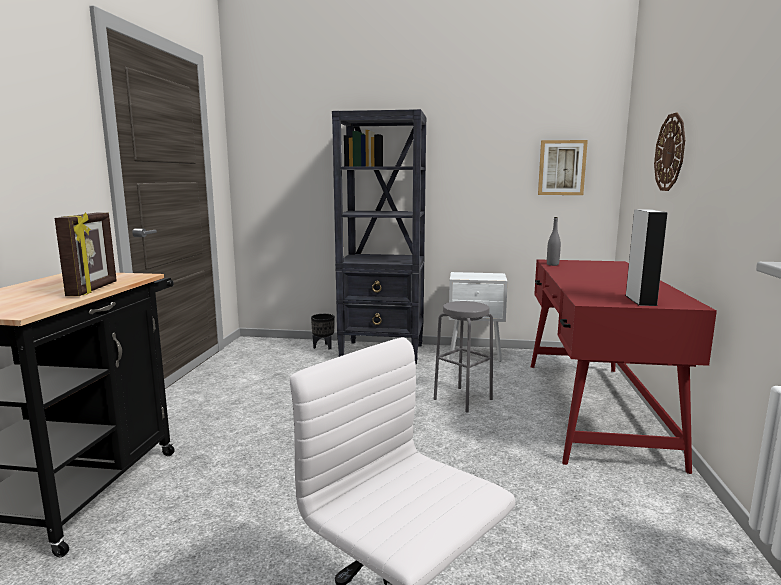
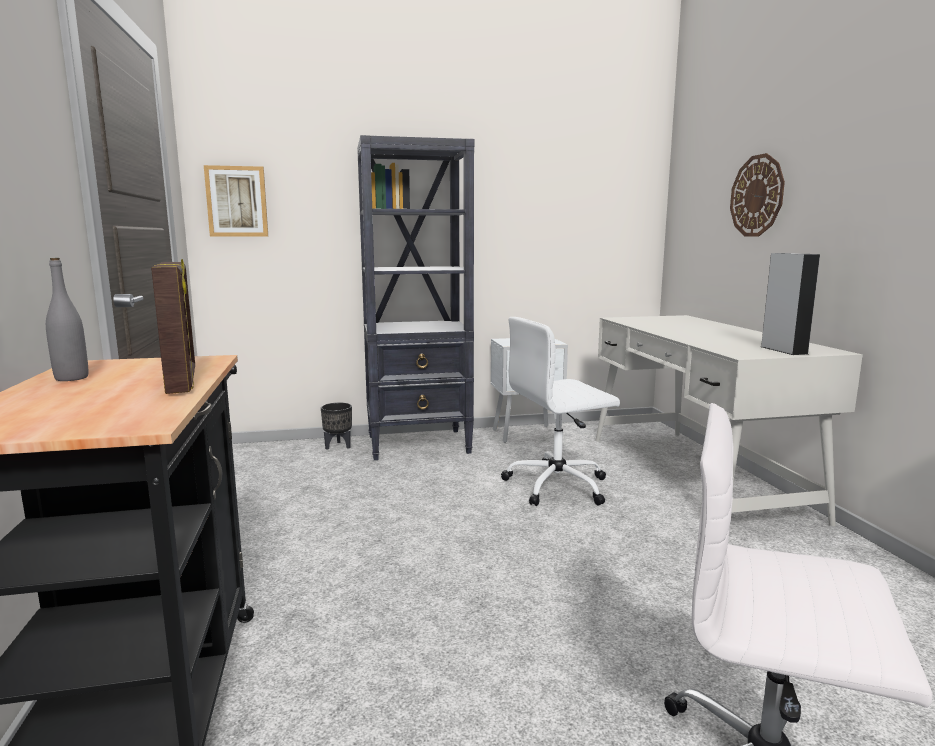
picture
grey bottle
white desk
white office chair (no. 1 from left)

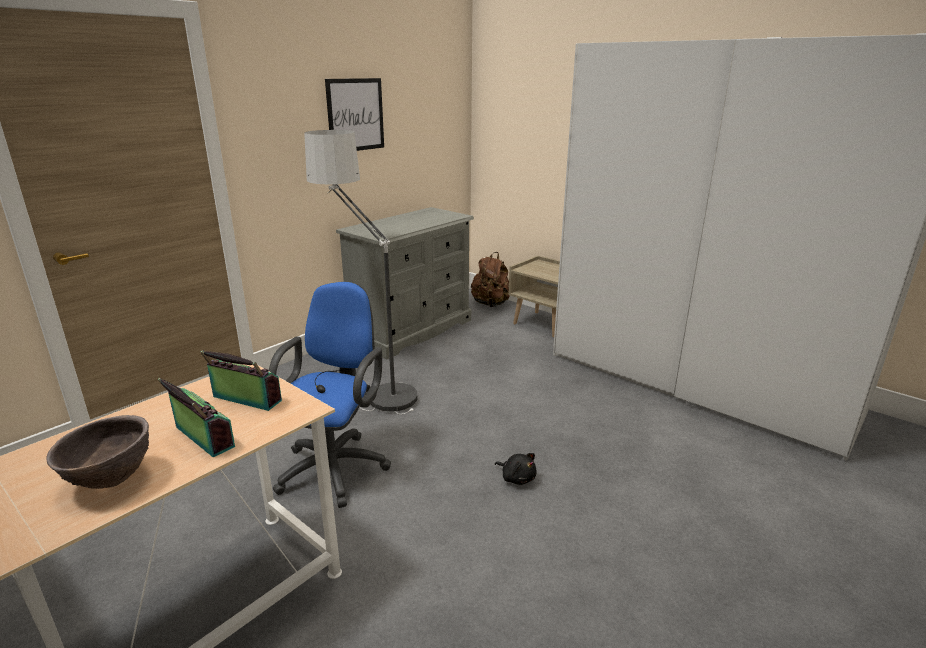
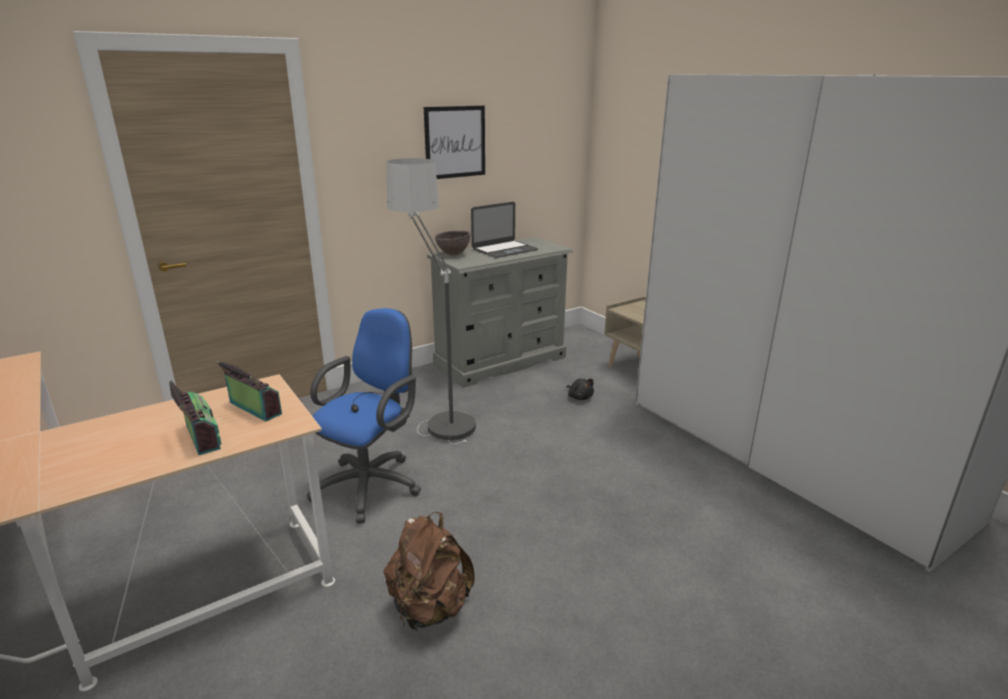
brown backpack
brown bowl
black plush toy
laptop

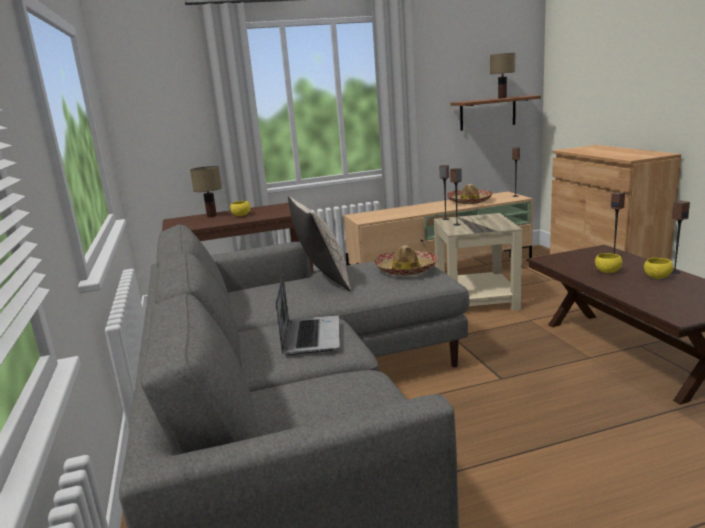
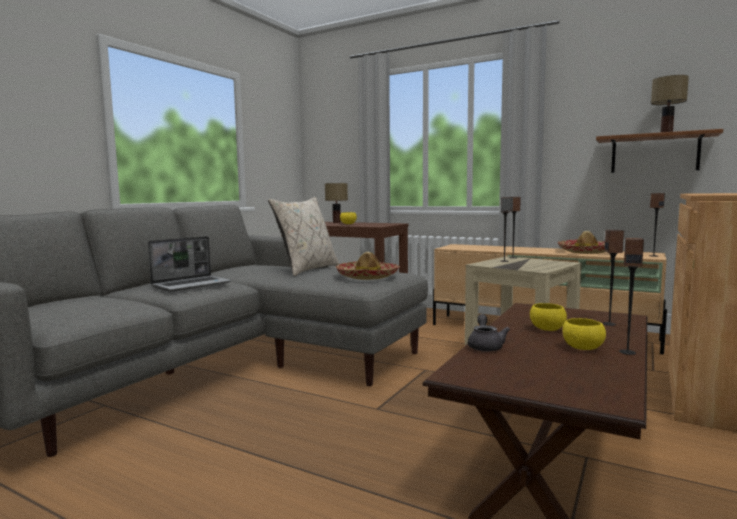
grey teapot

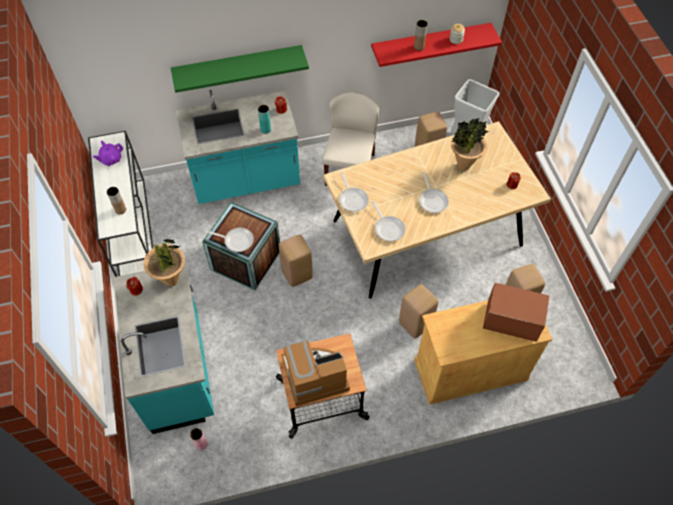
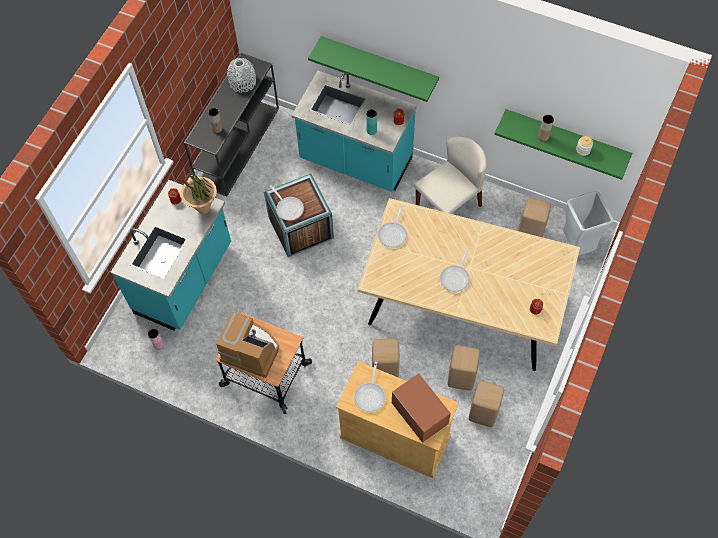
green shelf (no. 2 from left)
potted plant (no. 2 from left in the first image)
black console table
grey vase
frying pan (no. 2 from left)
beige stool (no. 2 from left)

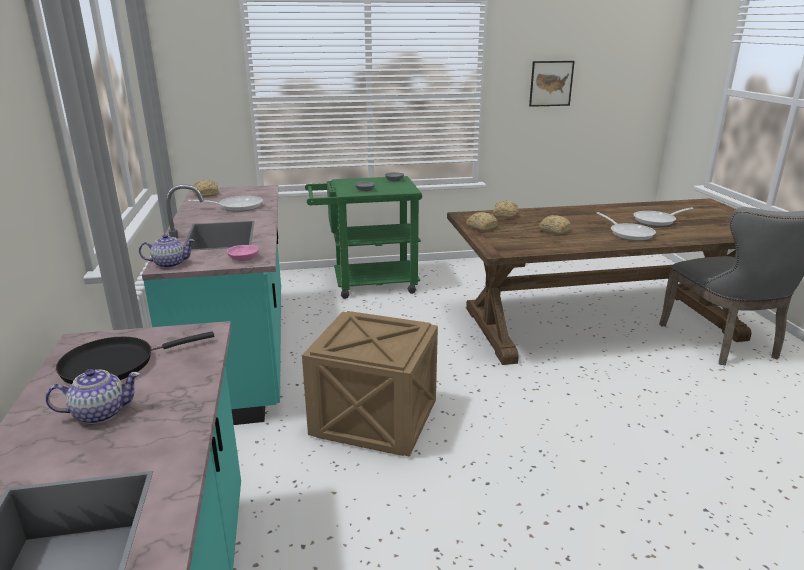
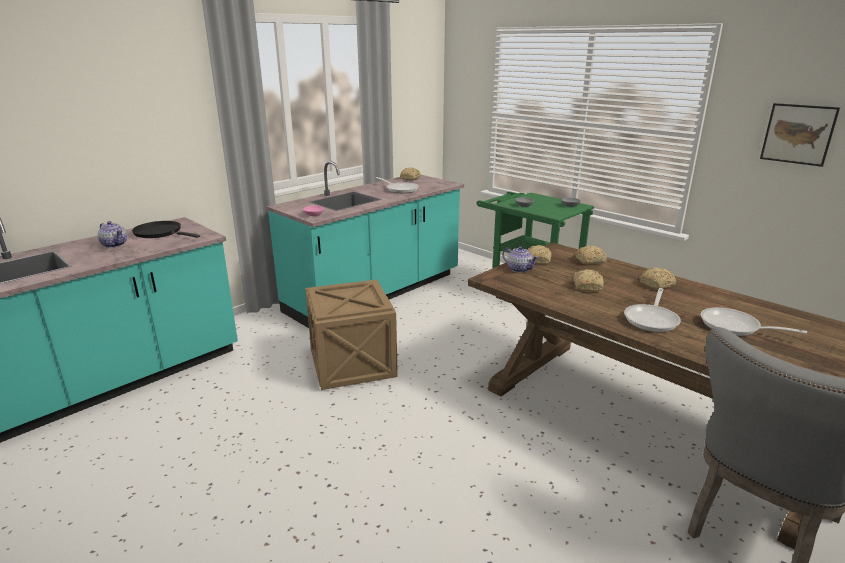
teapot (no. 2 from left)
bread (no. 5 from left)

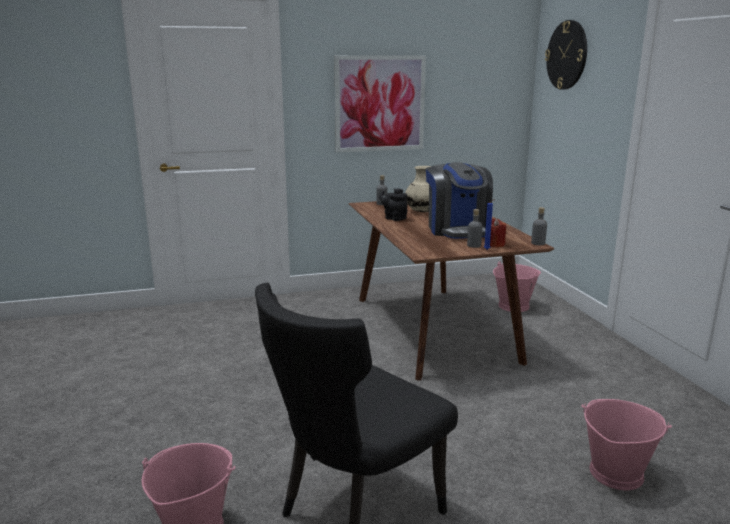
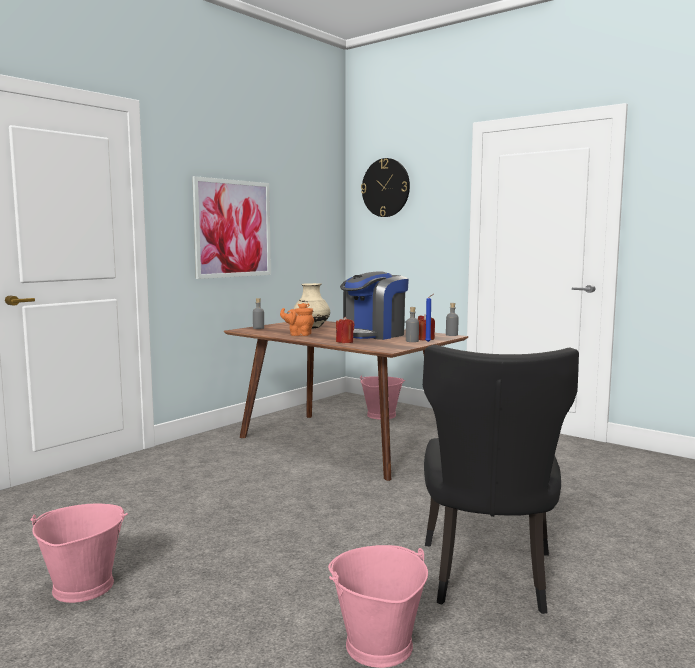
coffee machine
orange teapot
pink bucket (no. 1 from left)
red candle (no. 1 from left)

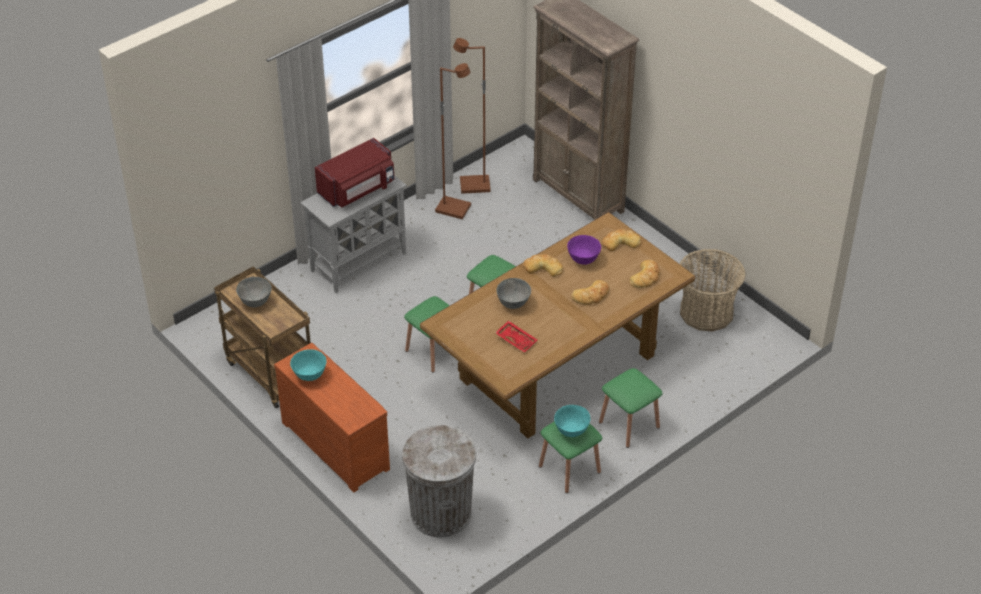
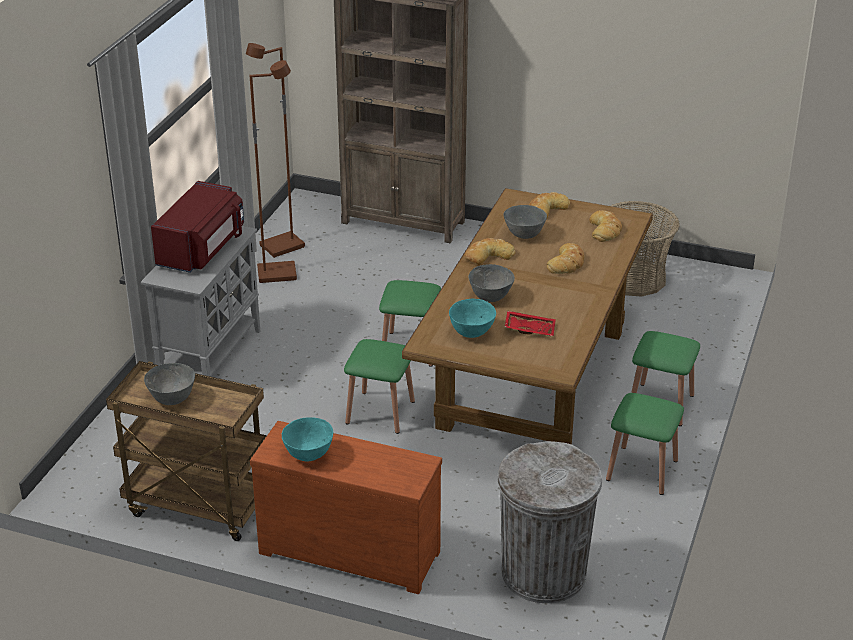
grey bowl (no. 3 from left)
turquoise bowl (no. 2 from left)

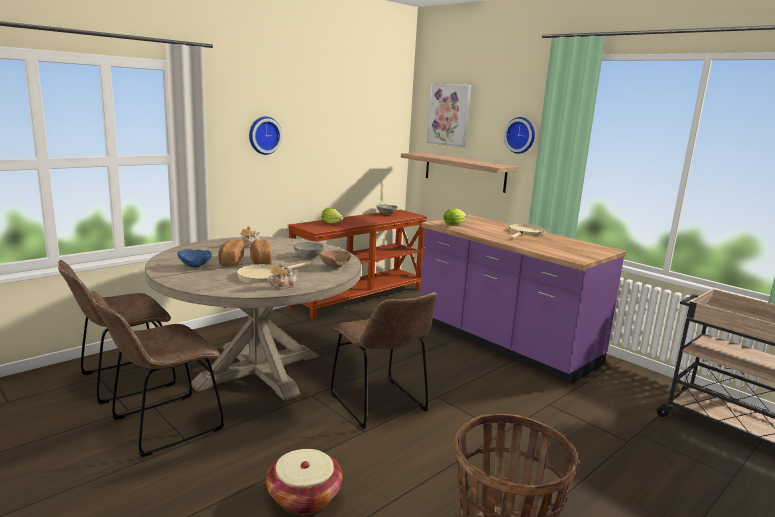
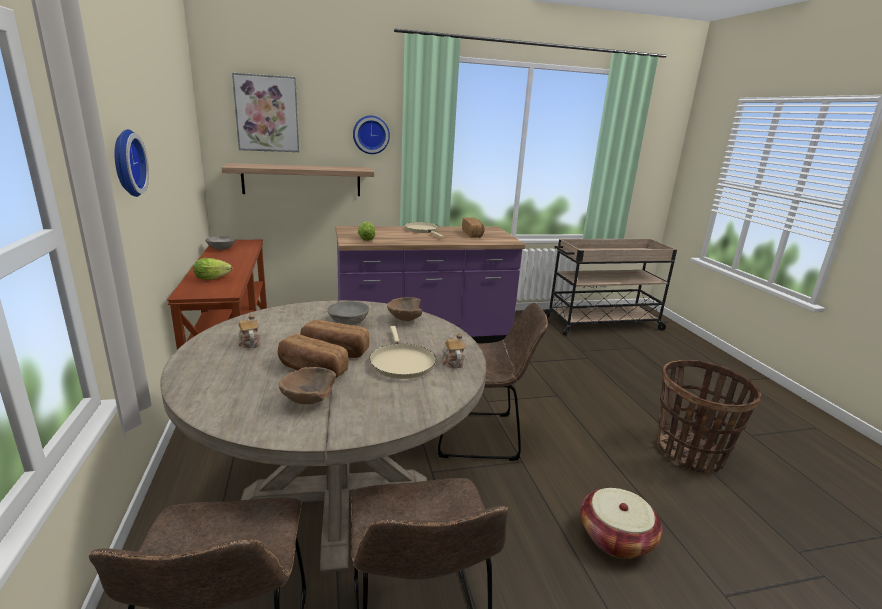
brown bowl (no. 1 from left)
bread (no. 3 from left)

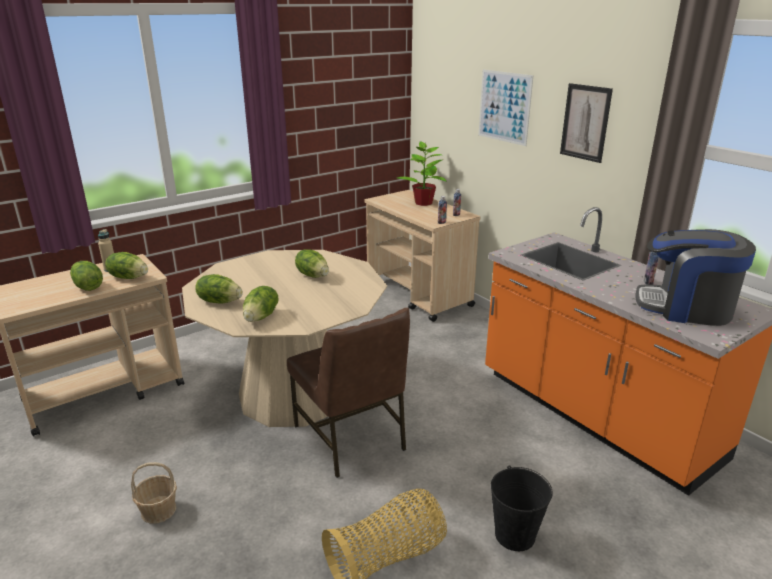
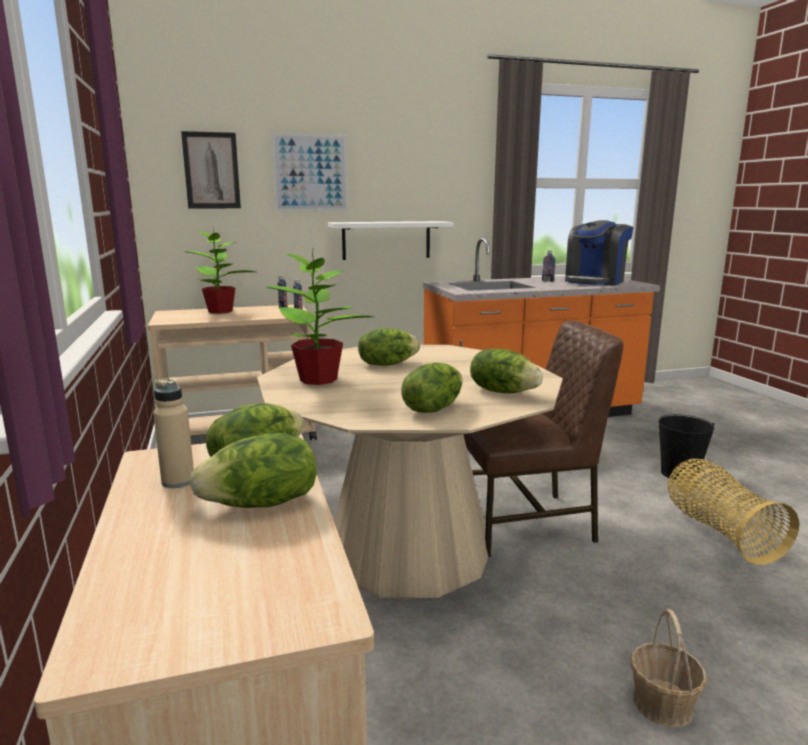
picture (no. 1 from left)
white shelf
potted plant (no. 2 from left)

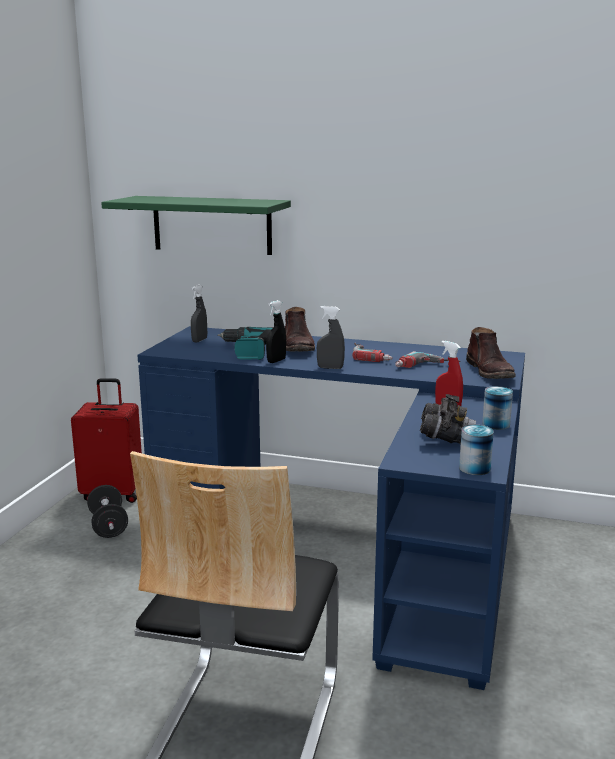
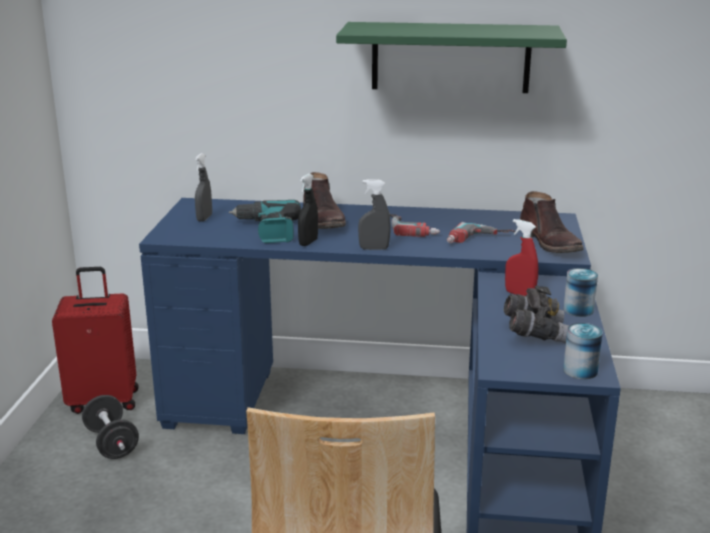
green shelf

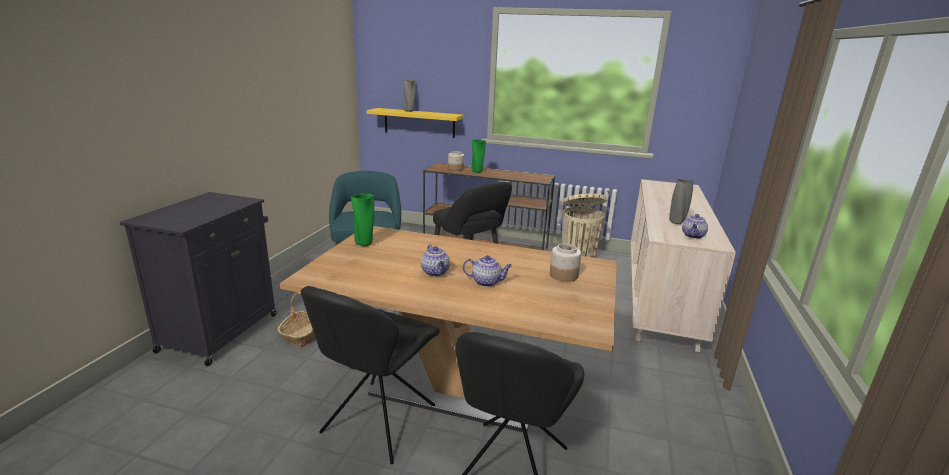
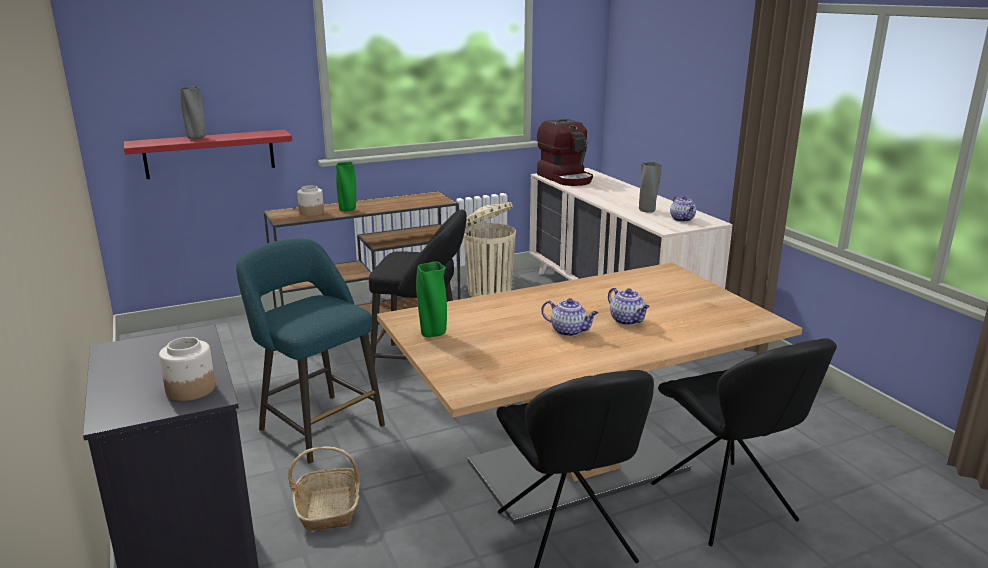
red shelf
jar (no. 1 from left)
teapot (no. 2 from left)
coffee machine

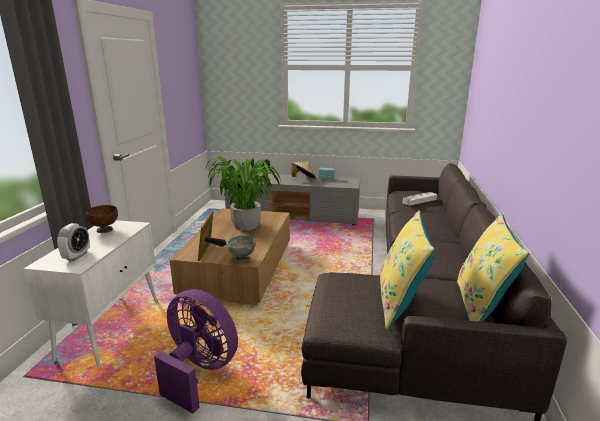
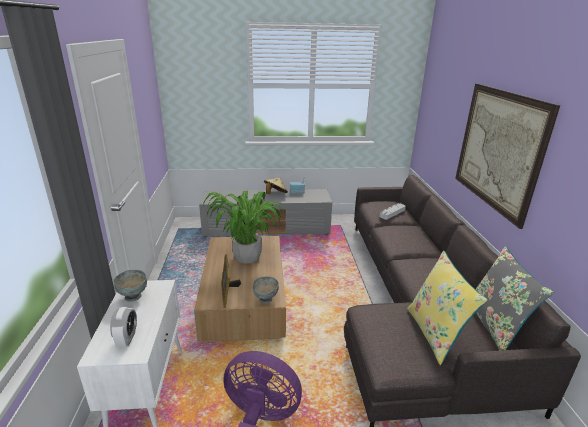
grey bowl (no. 1 from left)
grey pillow
picture

